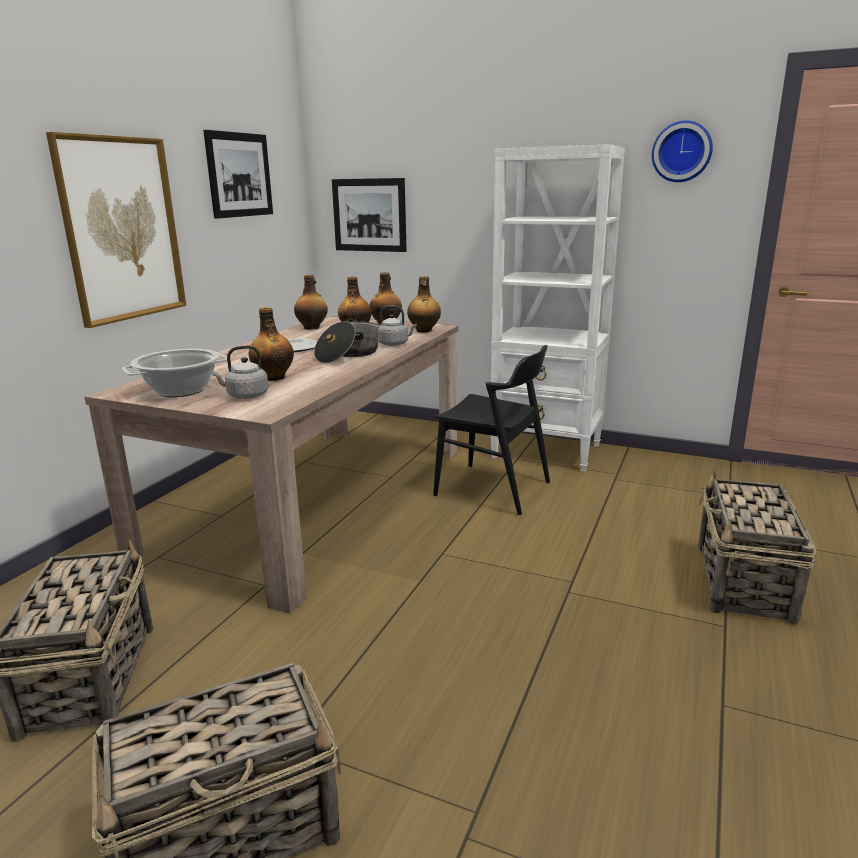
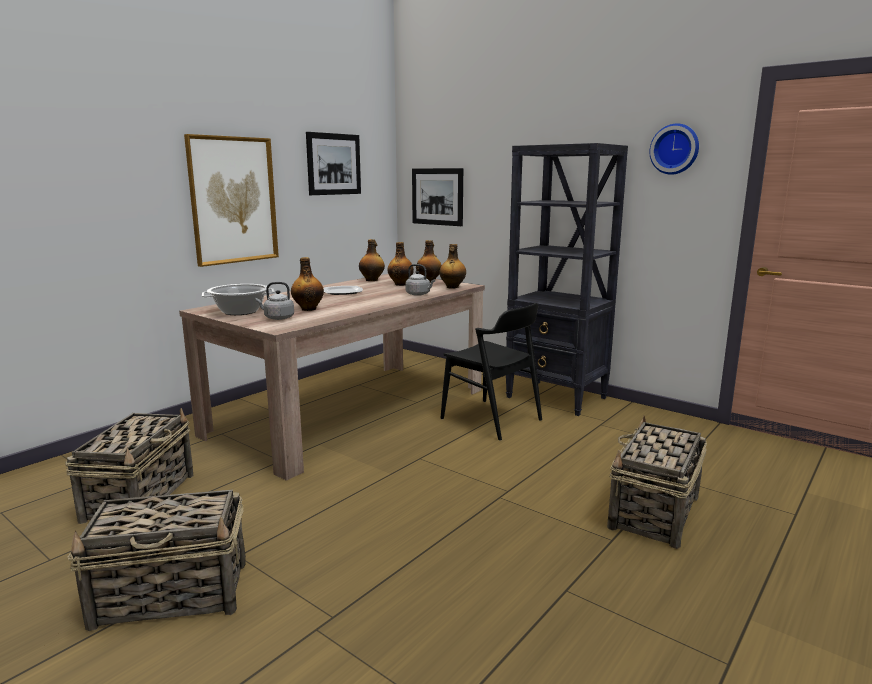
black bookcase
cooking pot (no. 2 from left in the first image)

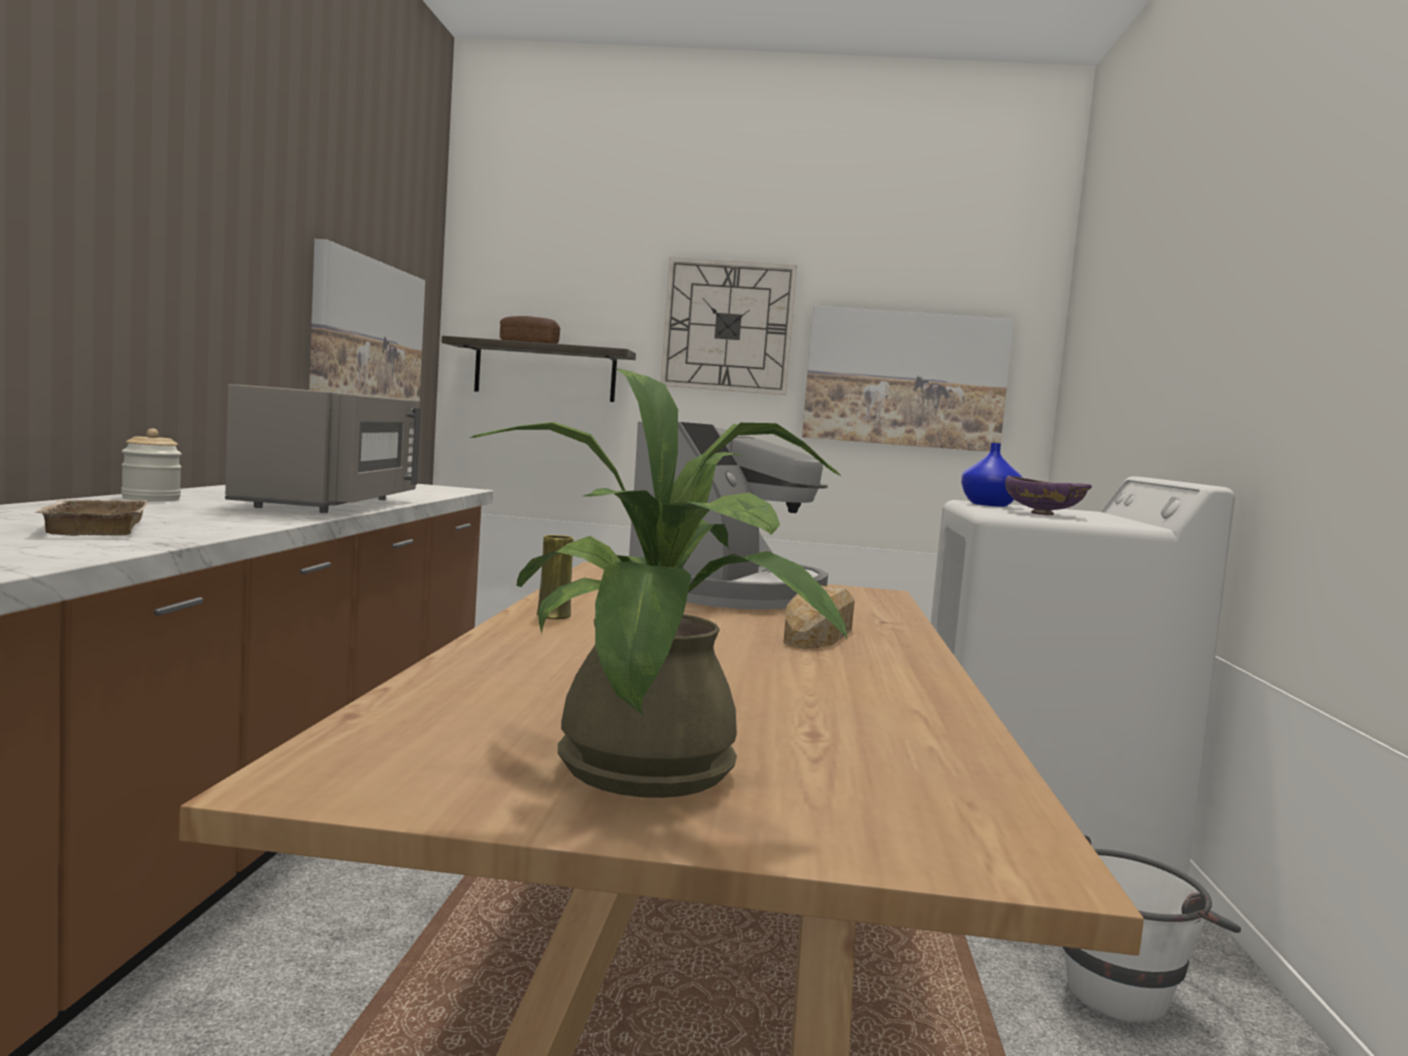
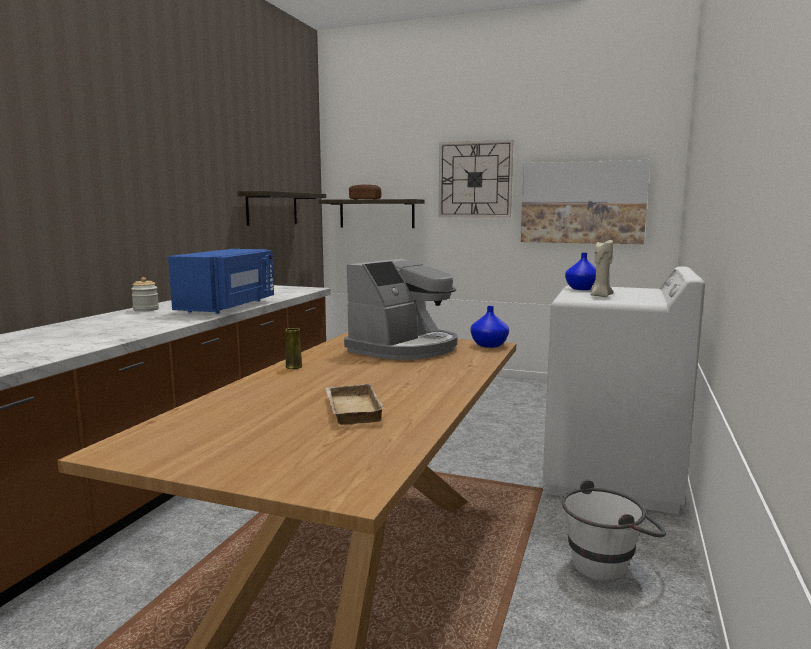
shelf (no. 1 from left)
potted plant
blue microwave
beige candle
beige tray
bread (no. 2 from left in the first image)
blue vase (no. 1 from left)

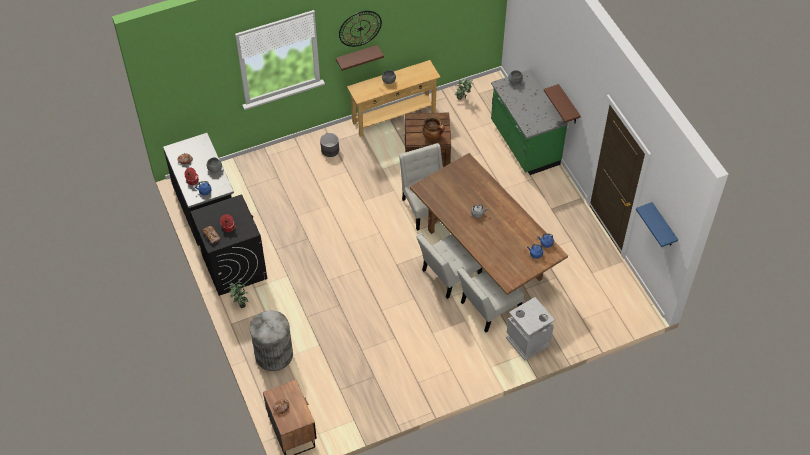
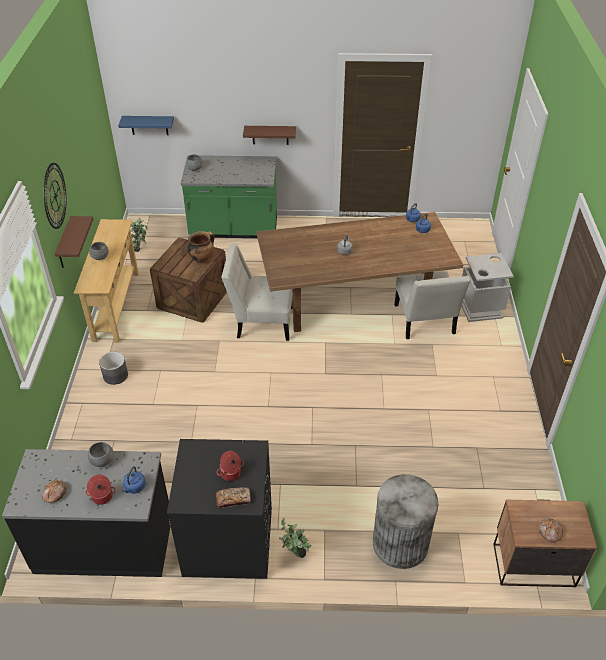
blue shelf
white chair (no. 2 from left in the first image)

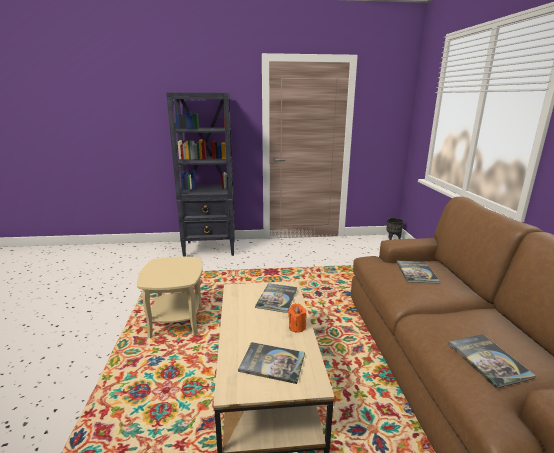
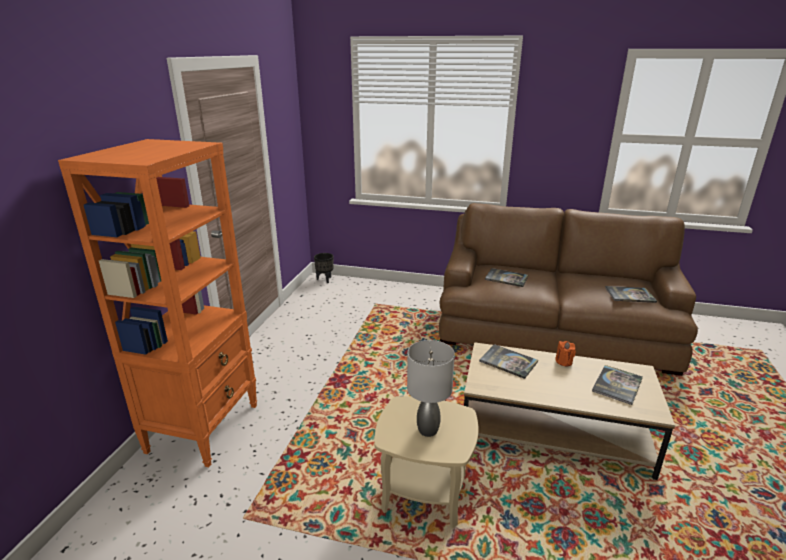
orange bookcase
grey table lamp

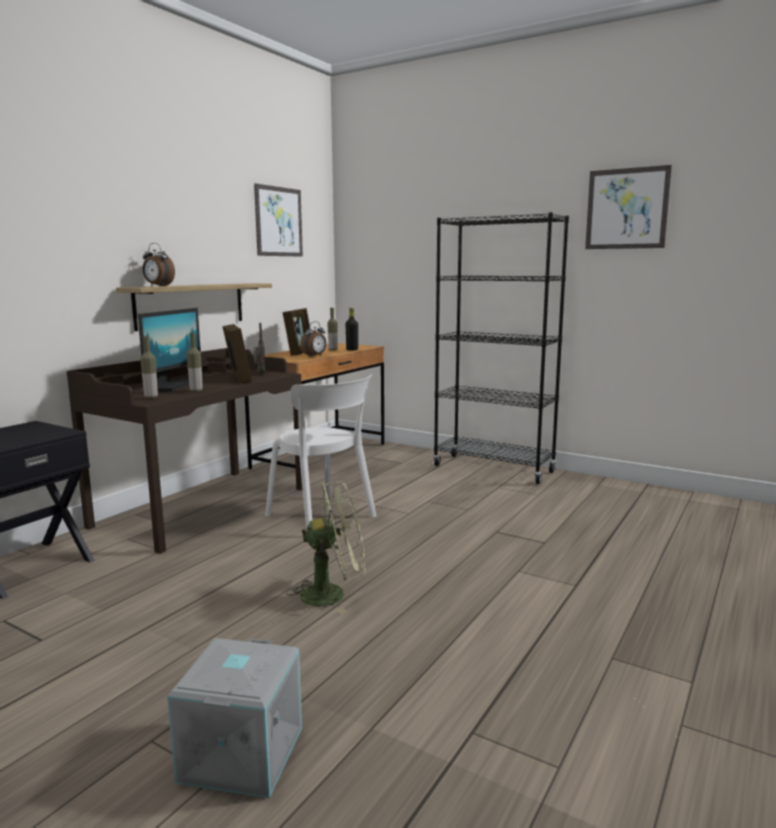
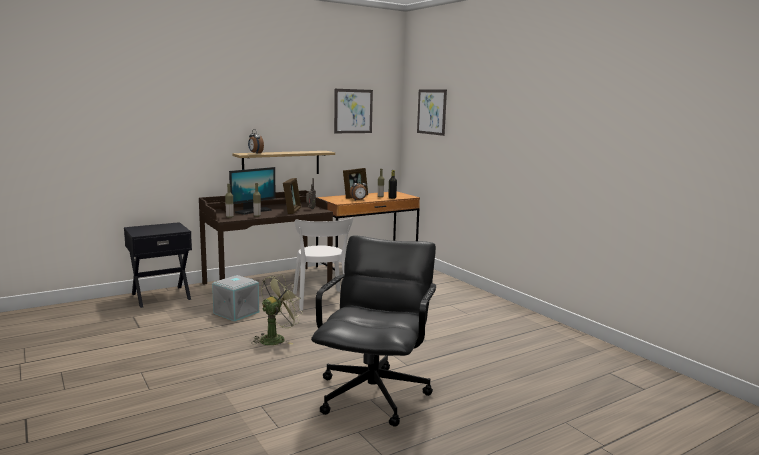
picture (no. 2 from left)
black bookcase
green fan
grey storage box
black office chair

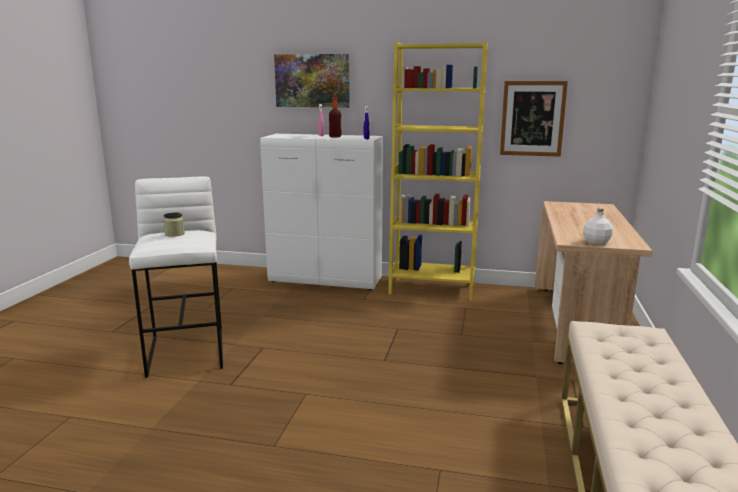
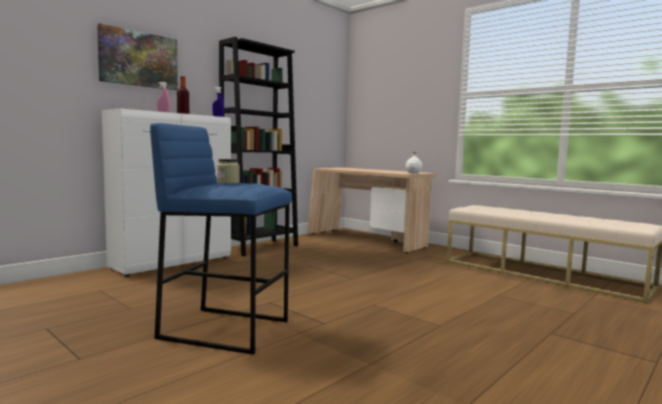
black bookcase
picture (no. 2 from left in the first image)
blue stool

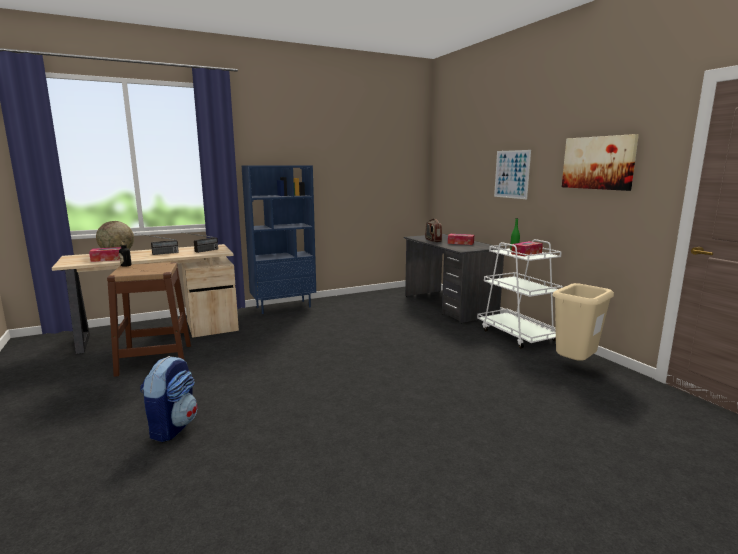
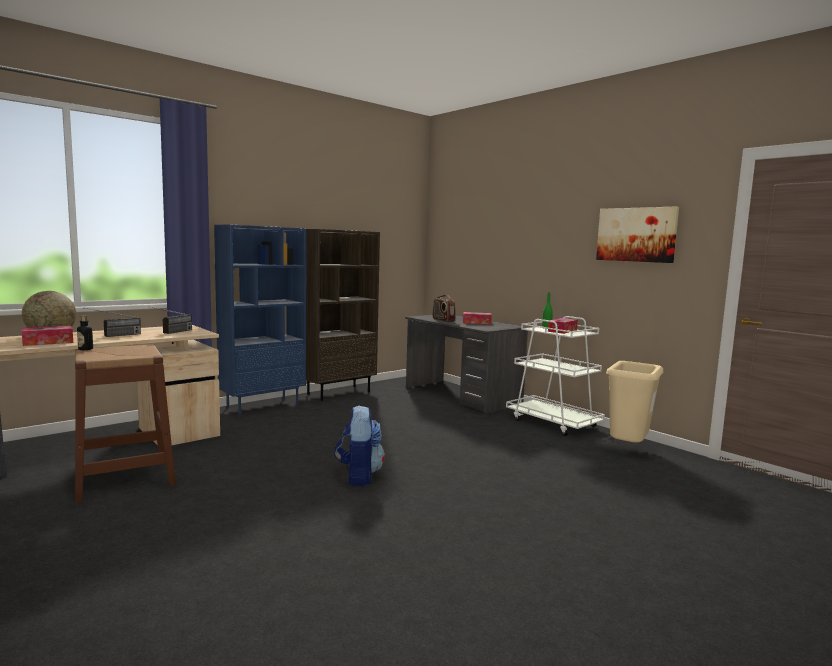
picture (no. 1 from left in the first image)
backpack
brown bookcase

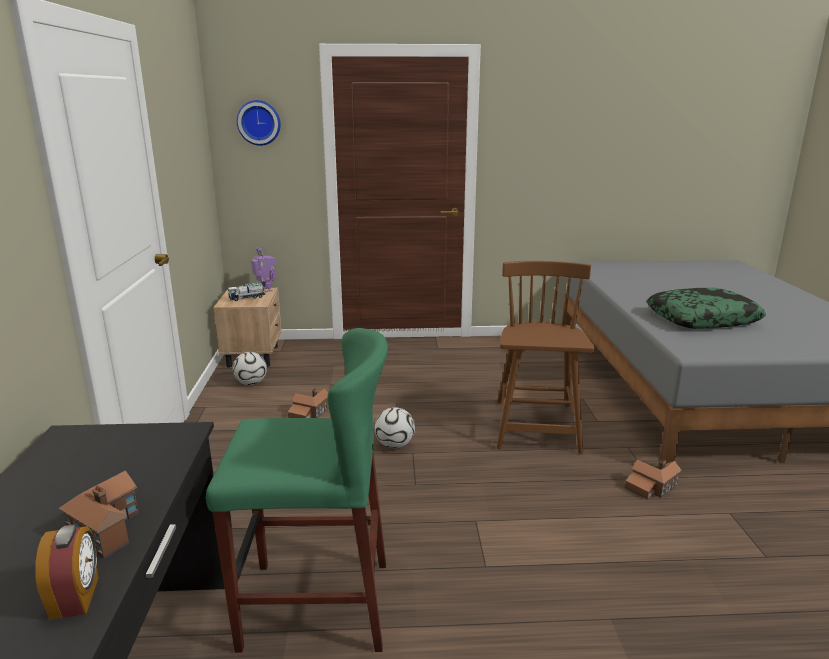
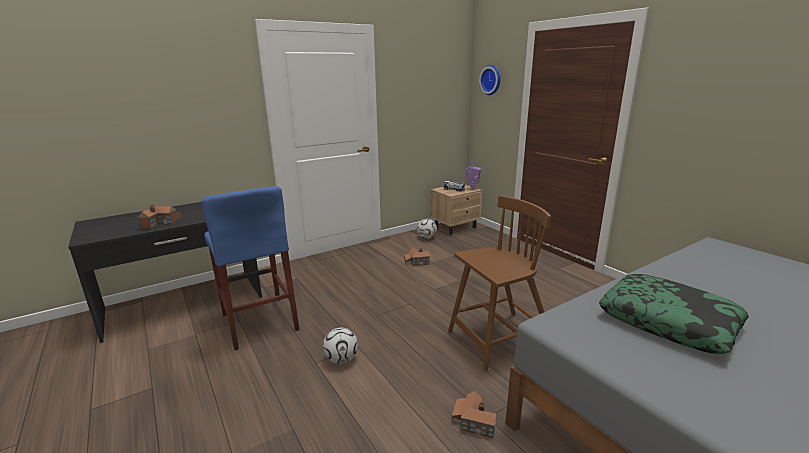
blue stool
football (no. 1 from left)
alarm clock

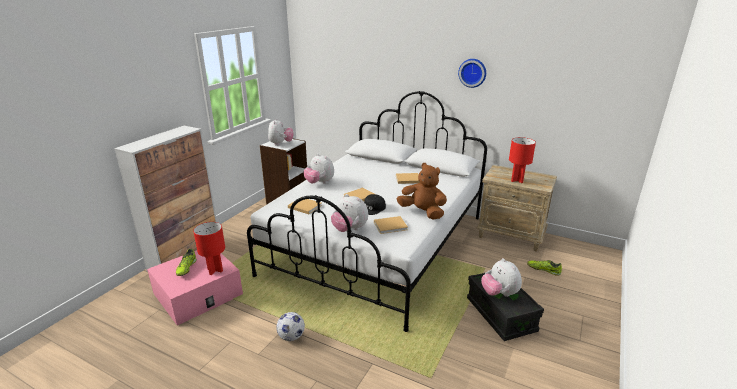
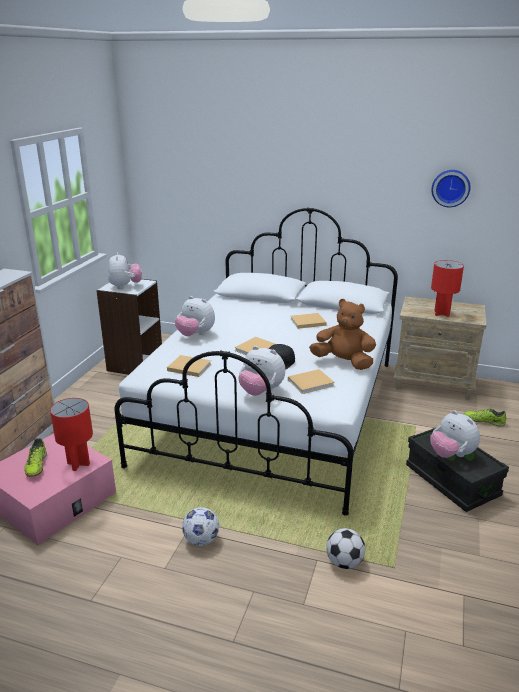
wall clock
football (no. 2 from left)

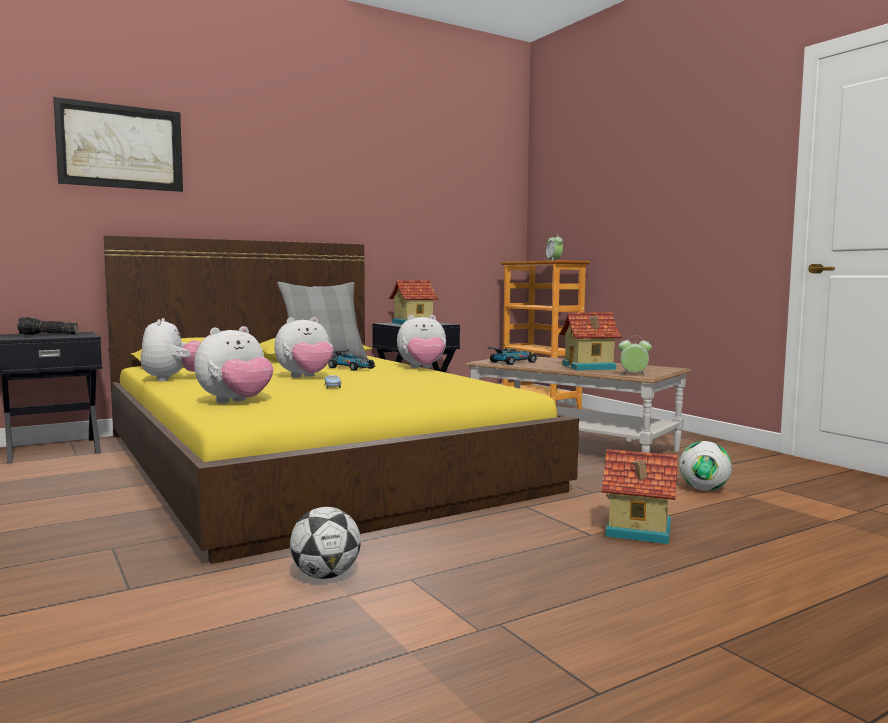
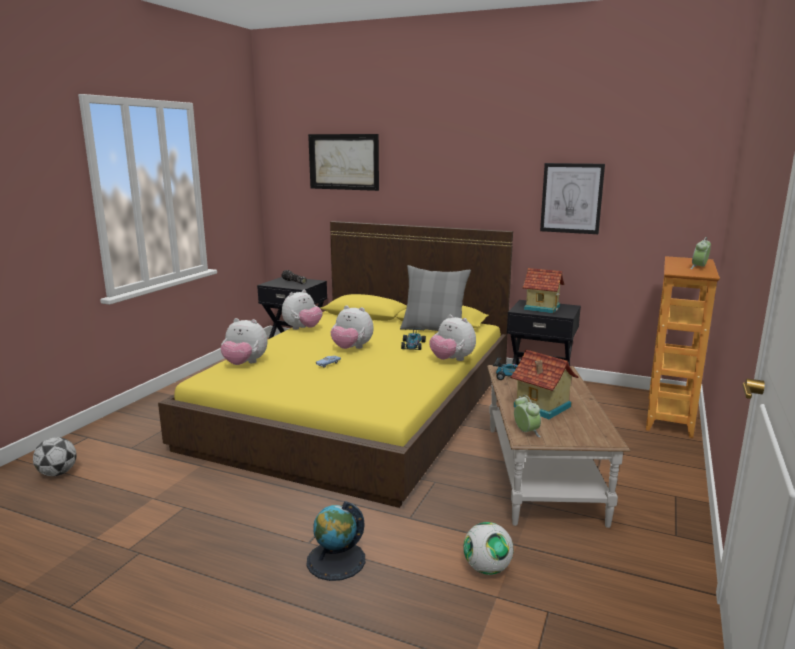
globe
football (no. 1 from left)
picture (no. 2 from left)

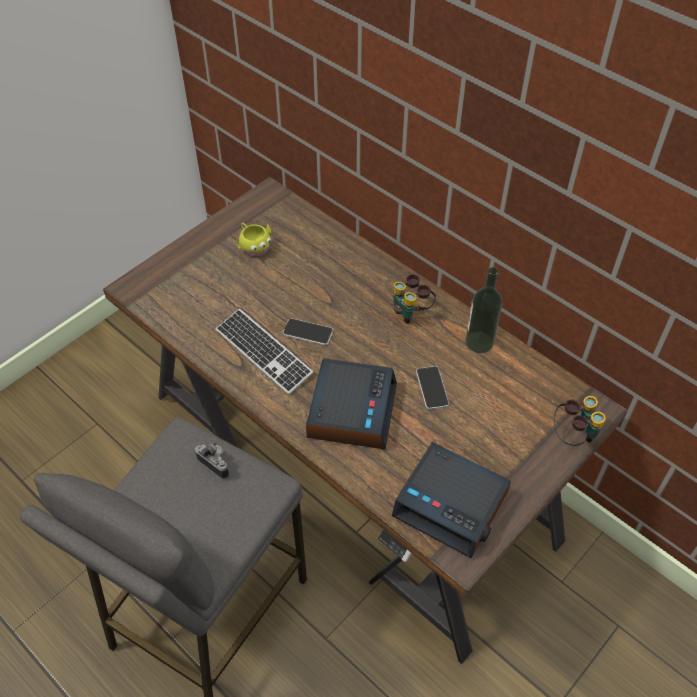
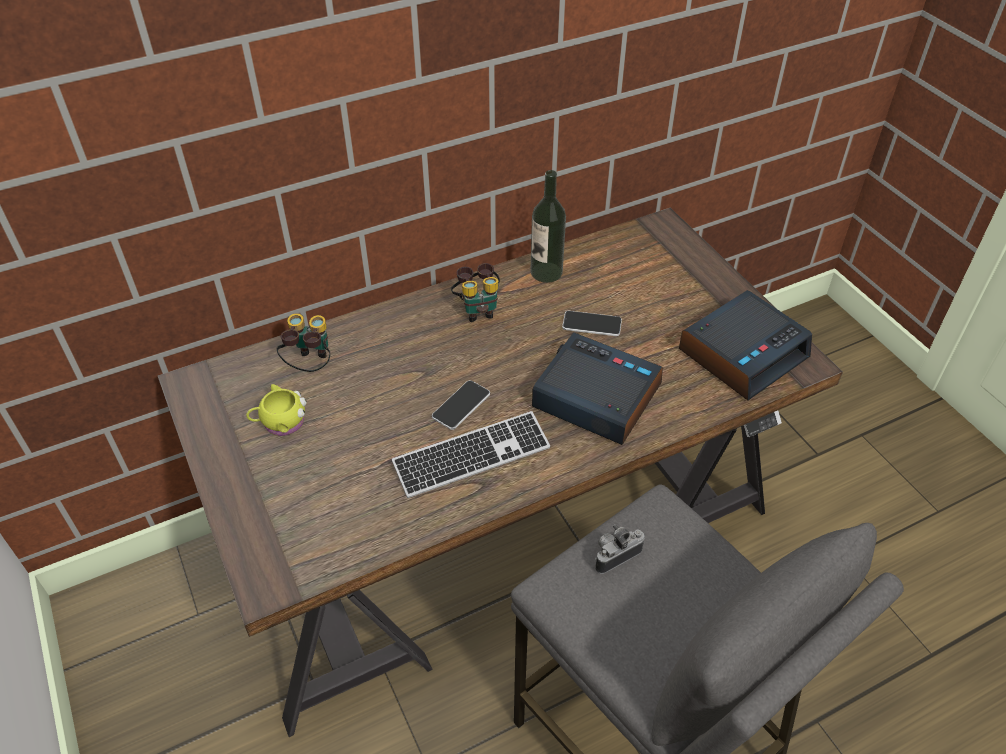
binoculars (no. 1 from left)

